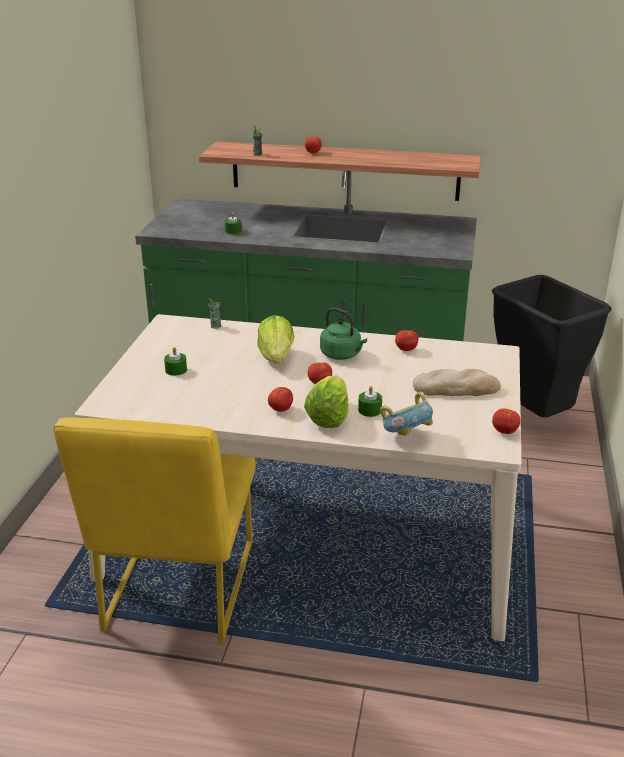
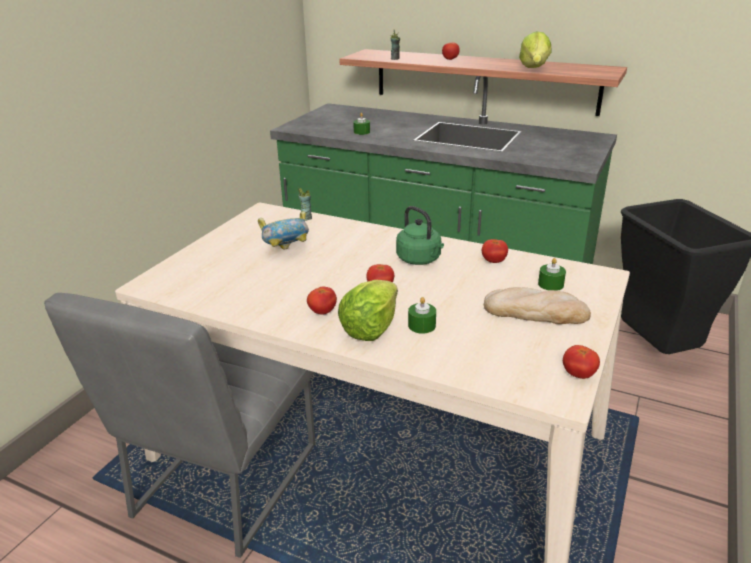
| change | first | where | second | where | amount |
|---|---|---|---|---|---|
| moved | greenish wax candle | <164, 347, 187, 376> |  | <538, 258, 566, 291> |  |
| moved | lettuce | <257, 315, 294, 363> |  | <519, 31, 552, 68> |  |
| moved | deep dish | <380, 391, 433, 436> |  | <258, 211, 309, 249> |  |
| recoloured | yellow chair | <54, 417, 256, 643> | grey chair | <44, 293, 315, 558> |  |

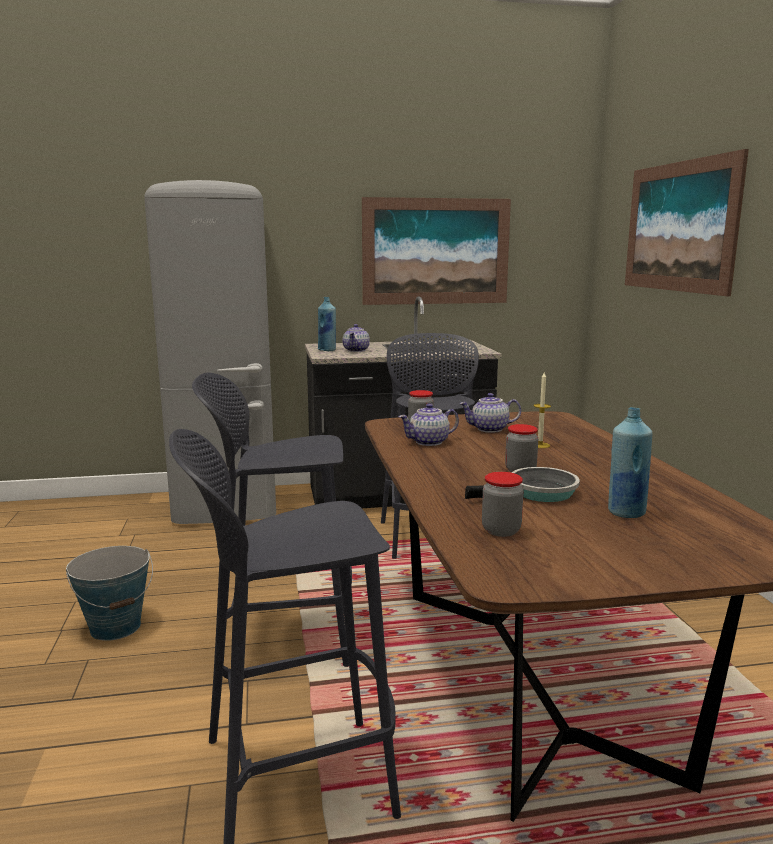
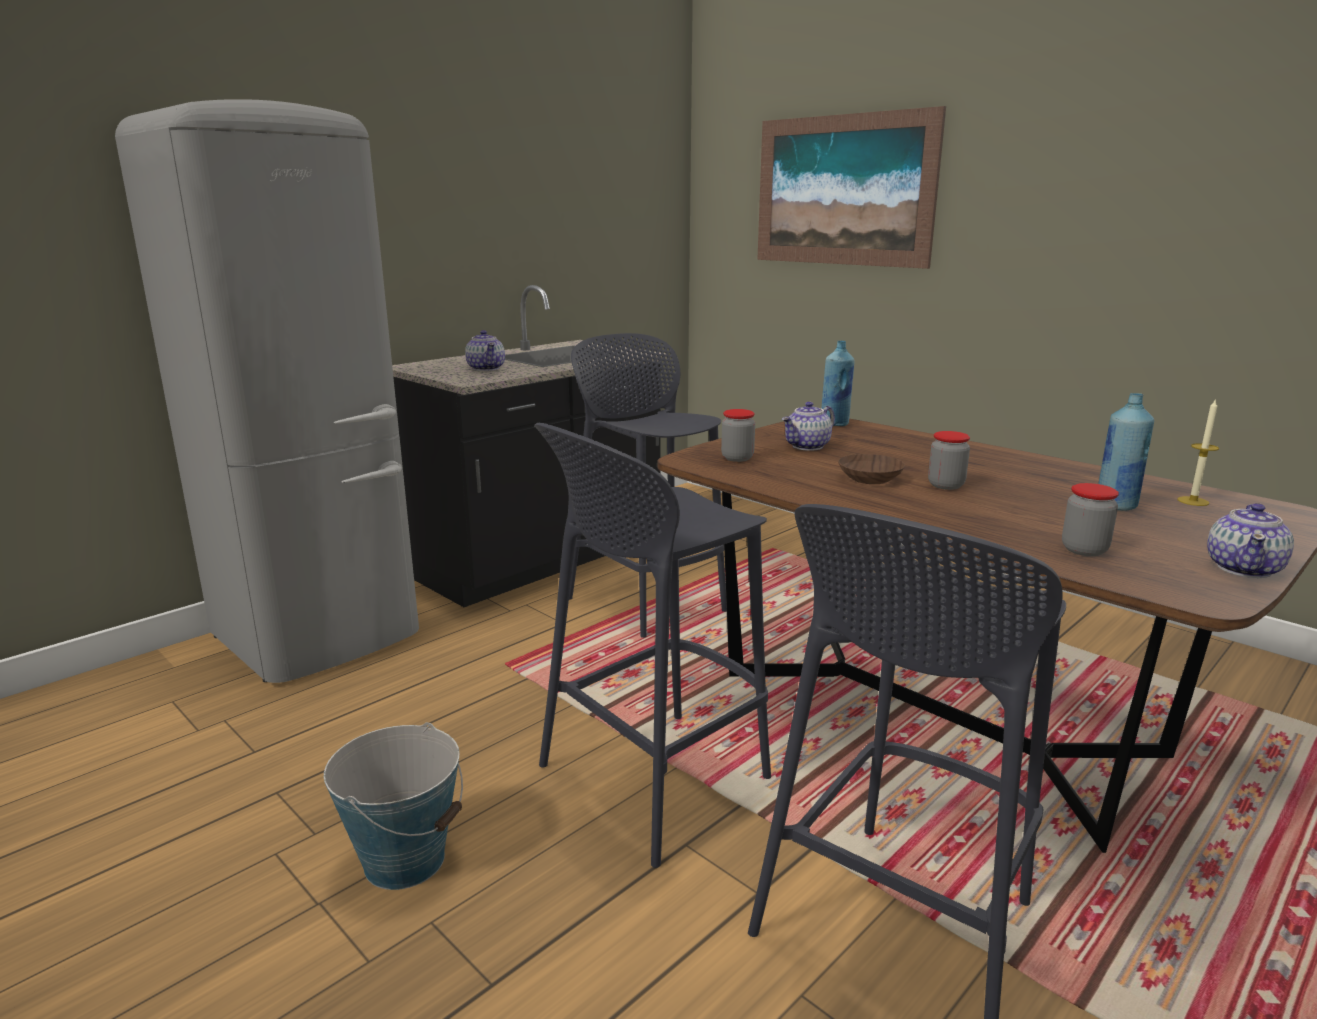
| change | first | where | second | where | amount |
|---|---|---|---|---|---|
| removed | wall picture | <362, 197, 511, 305> |  |  |  |
| removed | frying pan | <465, 467, 580, 502> |  |  |  |
| added |  |  | brown-coloured deep dish | <838, 454, 905, 484> |  |
| moved | blue drink bottle | <318, 297, 336, 351> |  | <821, 341, 855, 426> |  |
| moved | teapot | <399, 403, 459, 446> |  | <1207, 503, 1294, 578> |  |
| moved | wax candle | <534, 372, 551, 448> |  | <1177, 399, 1219, 506> |  |

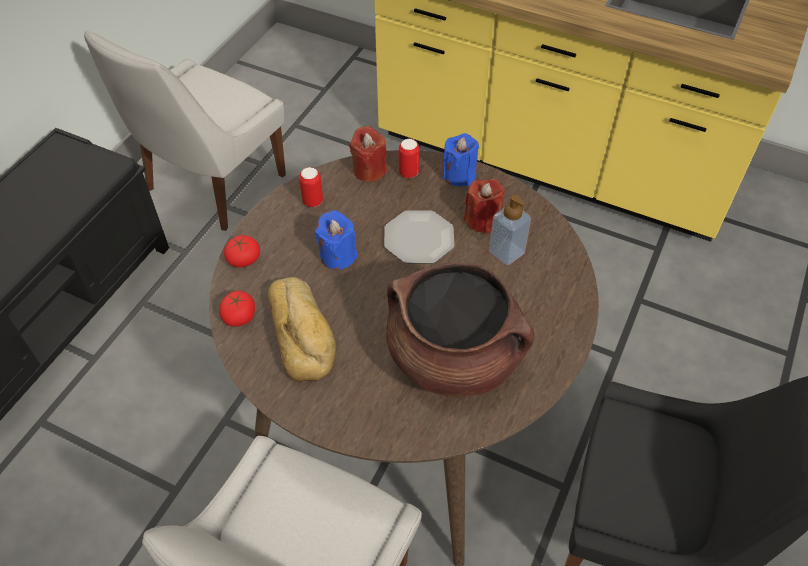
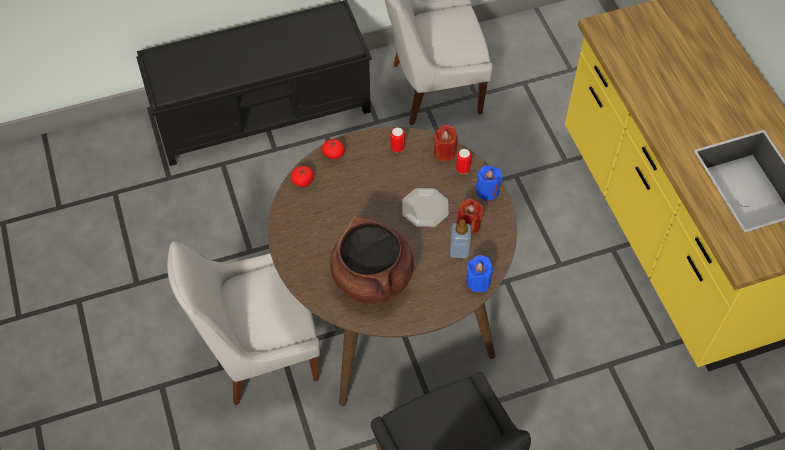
| change | first | where | second | where | amount |
|---|---|---|---|---|---|
| removed | bread | <268, 277, 336, 381> |  |  |  |
| moved | blue wax candle | <315, 210, 357, 270> |  | <466, 255, 493, 293> |  |

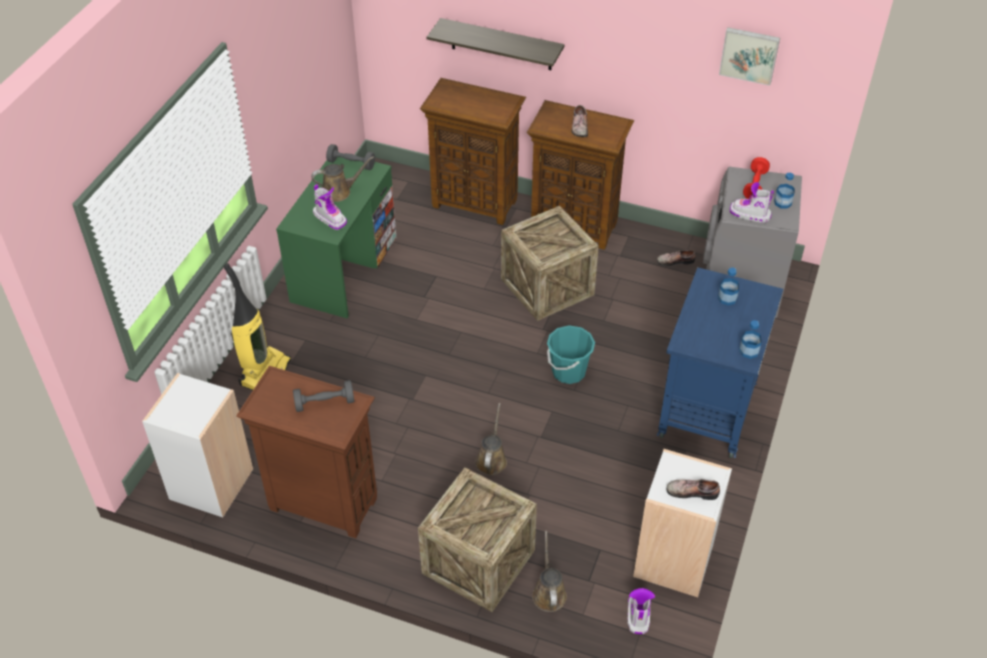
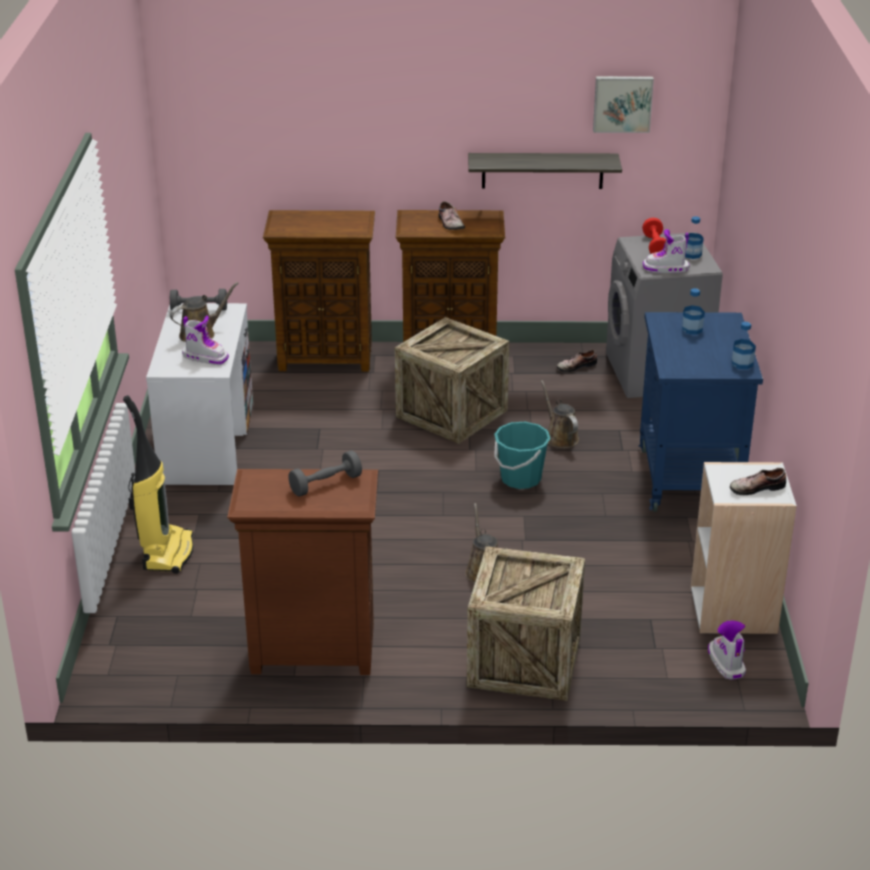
| change | first | where | second | where | amount |
|---|---|---|---|---|---|
| removed | bookshelf | <142, 373, 253, 517> |  |  |  |
| moved | wall shelf | <427, 18, 565, 70> |  | <468, 153, 622, 189> |  |
| moved | brown-coloured watering can | <532, 531, 567, 612> |  | <541, 380, 579, 448> |  |
| recoloured | greenish desk unit | <276, 157, 397, 318> | white desk unit | <146, 303, 253, 485> |  |

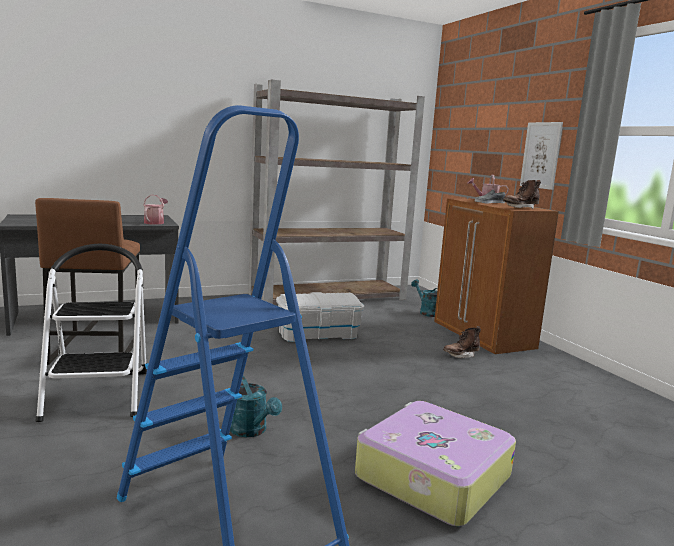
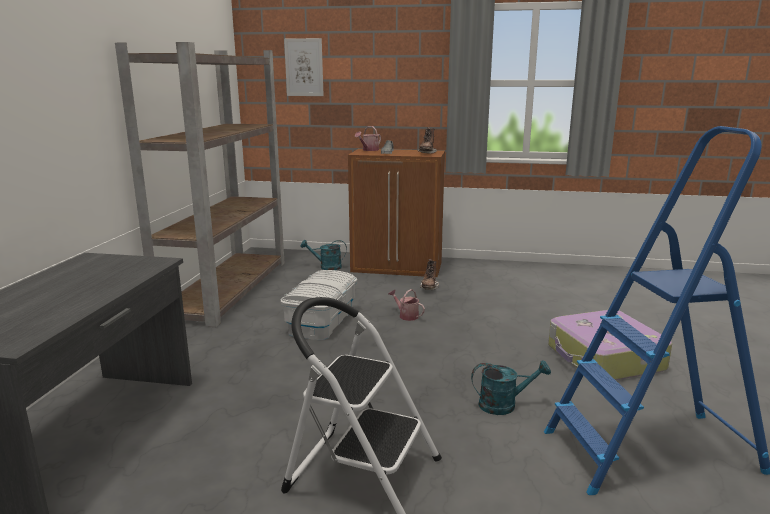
| change | first | where | second | where | amount |
|---|---|---|---|---|---|
| removed | brown-coloured stool | <35, 198, 140, 365> |  |  |  |
| moved | watering can | <143, 195, 168, 225> |  | <389, 289, 425, 321> |  |
| moved | wall picture | <520, 122, 563, 190> |  | <284, 38, 324, 96> |  |

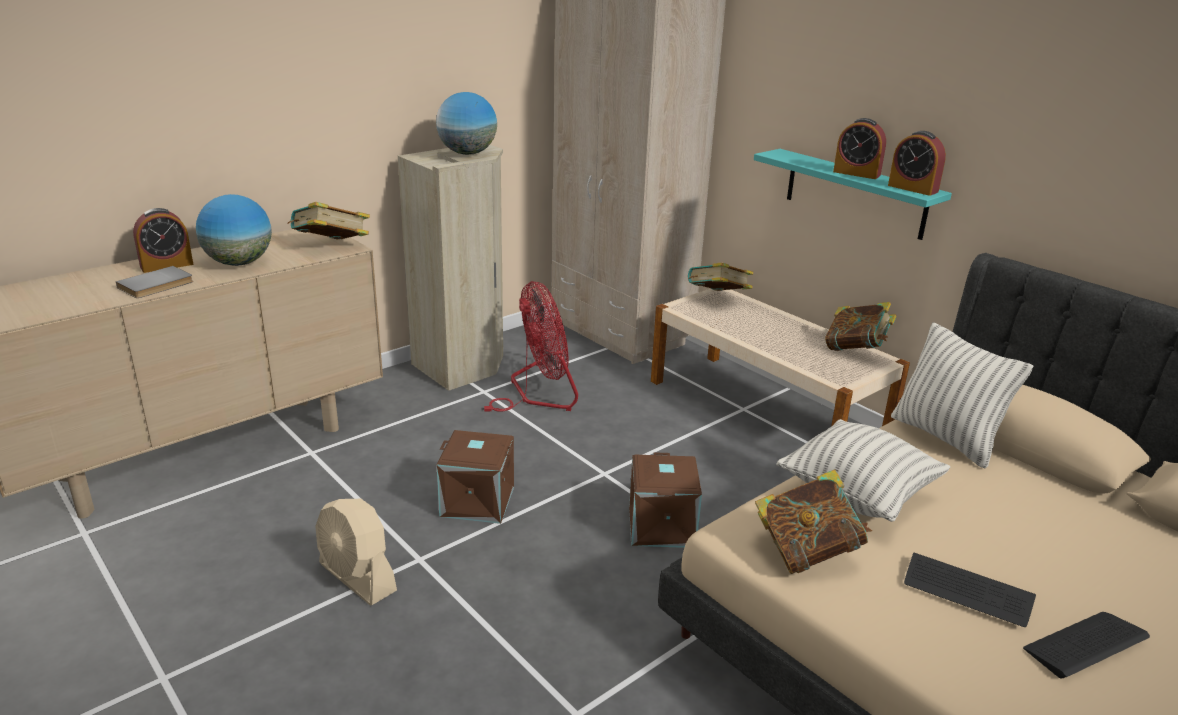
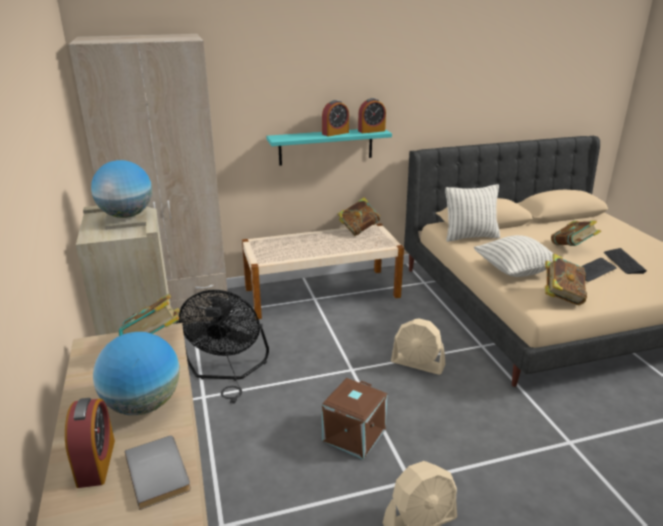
| change | first | where | second | where | amount |
|---|---|---|---|---|---|
| moved | volume | <688, 262, 753, 291> |  | <551, 221, 601, 246> |  |
| replaced | brown-coloured storage bin | <629, 452, 702, 548> | beige-coloured fan | <391, 318, 446, 375> |  |
| recoloured | reddish fan | <483, 281, 578, 412> | black-coloured fan | <176, 290, 269, 404> |  |

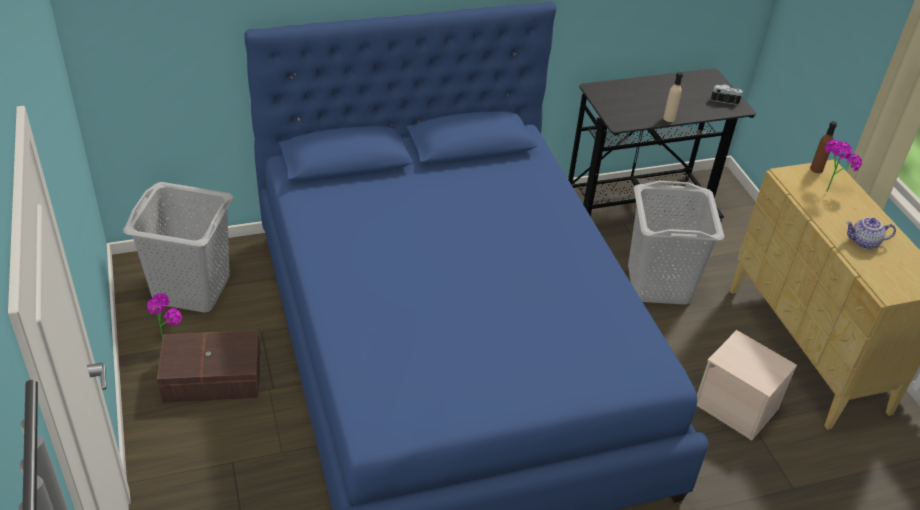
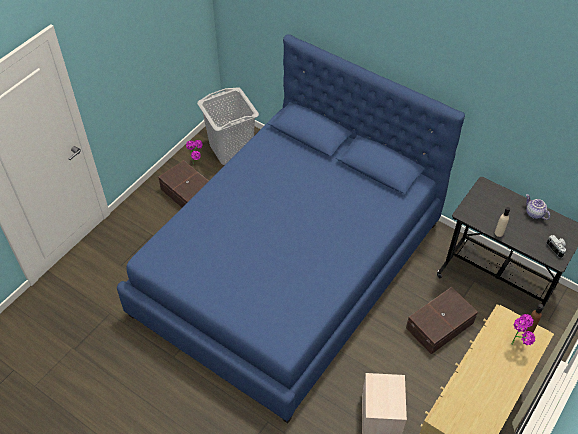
| change | first | where | second | where | amount |
|---|---|---|---|---|---|
| moved | teapot | <846, 217, 896, 249> |  | <526, 194, 550, 220> |  |
| replaced | grey hamper | <628, 181, 724, 305> | brown-coloured storage bin | <406, 287, 478, 354> |  |

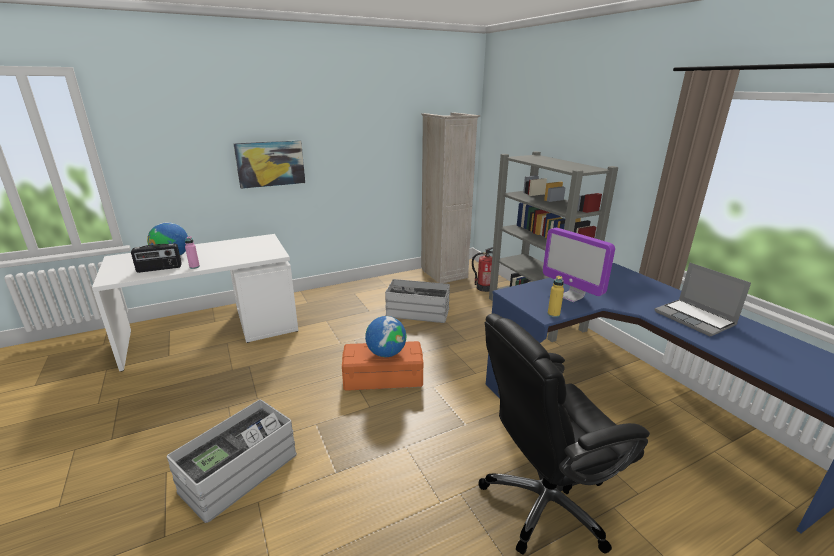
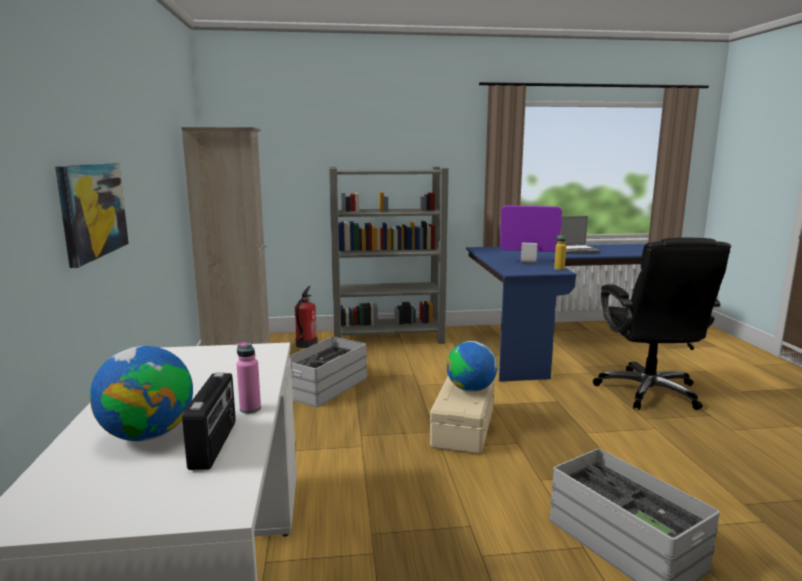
| change | first | where | second | where | amount |
|---|---|---|---|---|---|
| recoloured | orangey storage bin | <342, 341, 423, 391> | beige-coloured storage bin | <430, 376, 494, 454> |  |
| turned | monitor | <543, 228, 615, 302> |  | <500, 206, 562, 264> | 150 degrees counterclockwise |

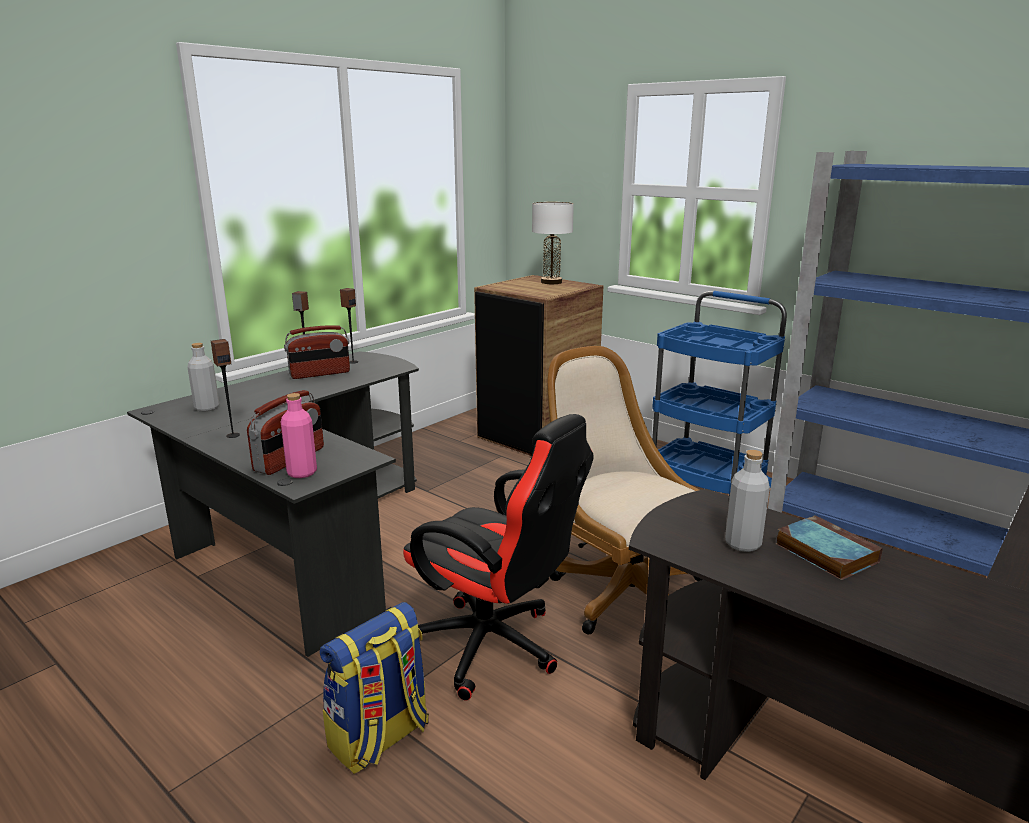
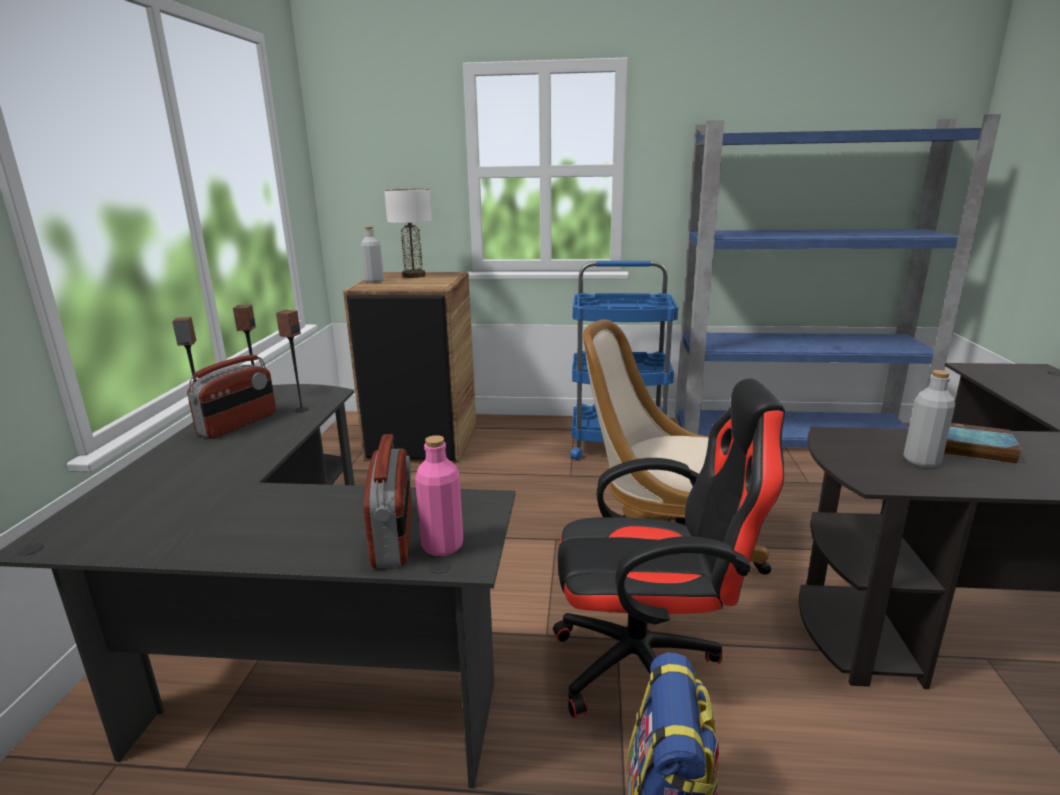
| change | first | where | second | where | amount |
|---|---|---|---|---|---|
| moved | grey drink bottle | <187, 343, 219, 412> |  | <361, 226, 384, 283> |  |
| moved | speaker | <211, 339, 240, 438> |  | <276, 310, 309, 412> |  |

